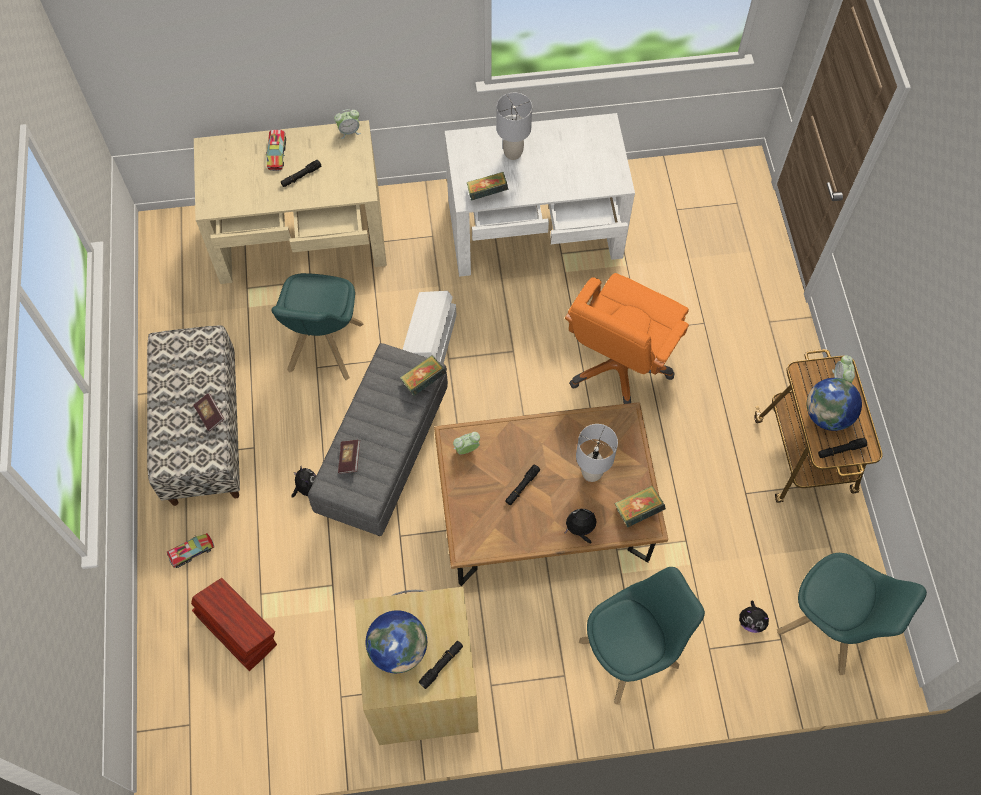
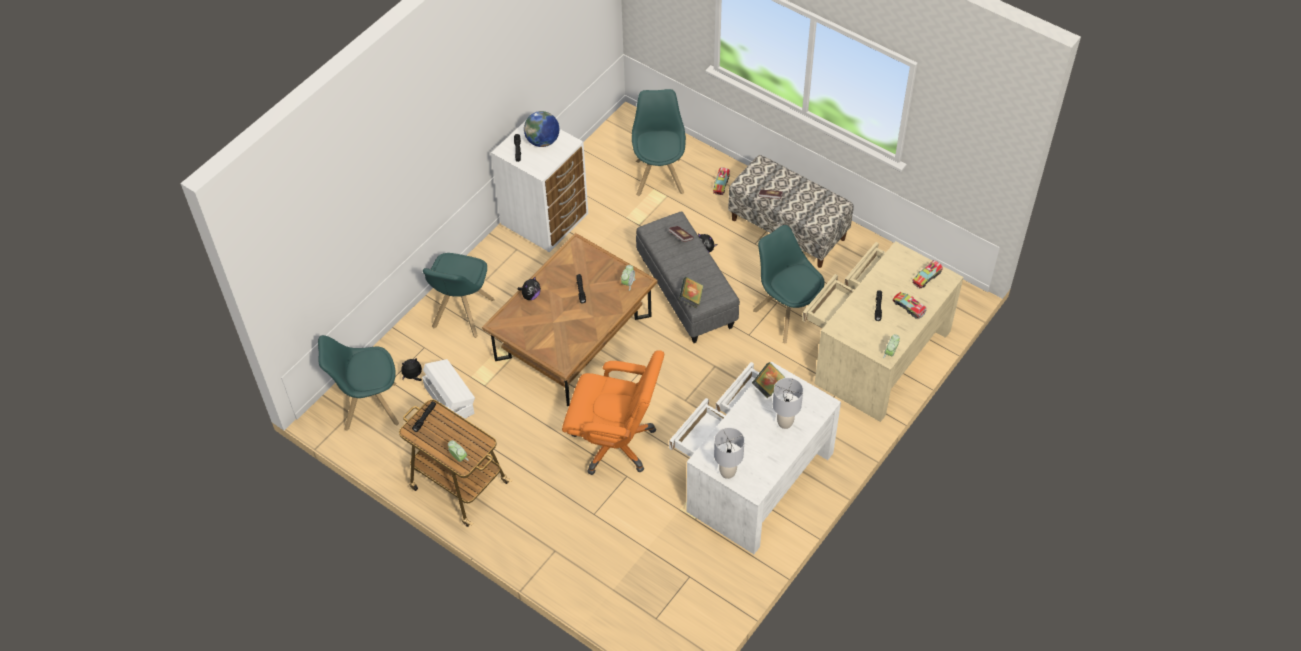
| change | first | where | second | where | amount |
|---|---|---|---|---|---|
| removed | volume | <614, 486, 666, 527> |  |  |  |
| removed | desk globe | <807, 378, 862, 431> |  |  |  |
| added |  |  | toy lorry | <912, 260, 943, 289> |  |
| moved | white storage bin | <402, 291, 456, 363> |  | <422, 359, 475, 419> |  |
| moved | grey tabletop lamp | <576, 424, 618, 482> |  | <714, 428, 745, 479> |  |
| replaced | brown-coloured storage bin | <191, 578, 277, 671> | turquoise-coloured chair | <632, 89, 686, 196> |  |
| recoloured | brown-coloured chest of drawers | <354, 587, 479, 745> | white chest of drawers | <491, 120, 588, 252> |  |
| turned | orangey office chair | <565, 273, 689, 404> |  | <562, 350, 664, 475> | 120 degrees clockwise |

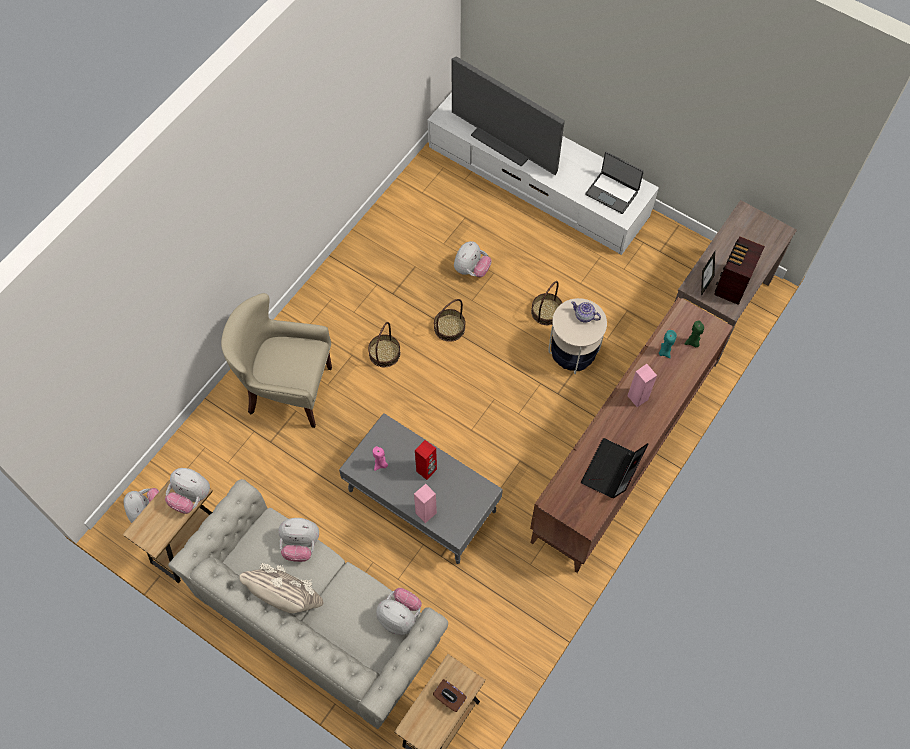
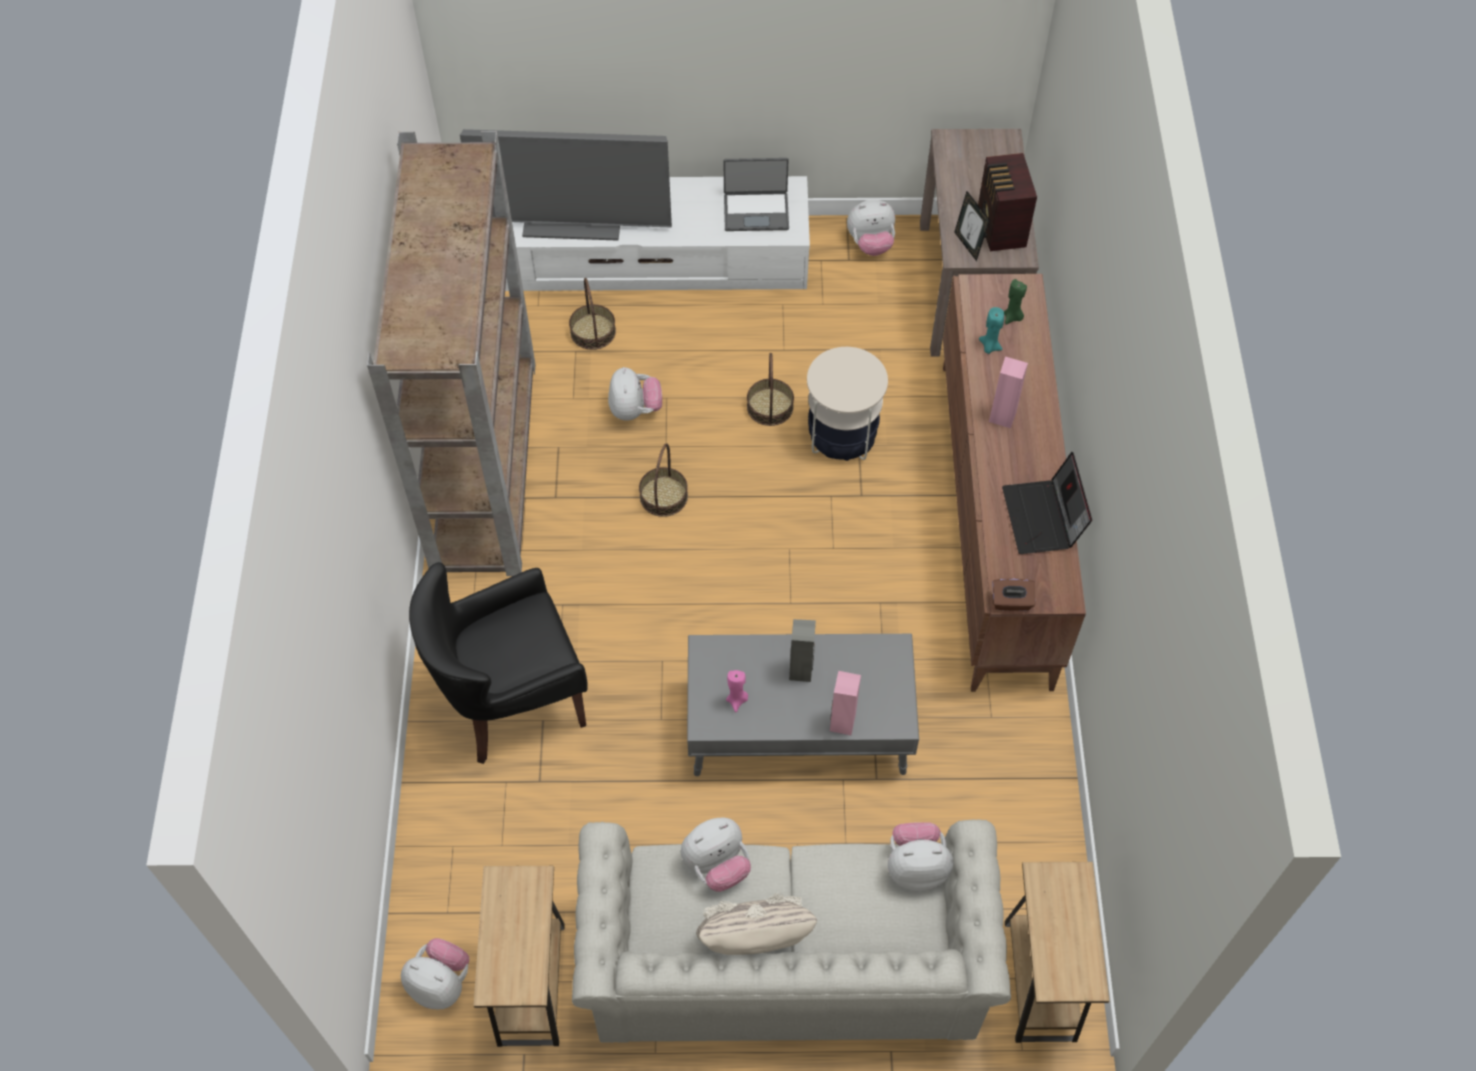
| change | first | where | second | where | amount |
|---|---|---|---|---|---|
| removed | teapot | <571, 301, 601, 323> |  |  |  |
| added |  |  | brown-coloured bookshelf | <367, 131, 535, 576> |  |
| moved | soft toy | <165, 468, 210, 514> |  | <847, 199, 895, 256> |  |
| moved | household basket | <368, 322, 401, 367> |  | <569, 278, 616, 350> |  |
| moved | brown-coloured box of tissues | <433, 679, 467, 712> |  | <992, 579, 1035, 611> |  |
| recoloured | beige-coloured armchair | <221, 293, 332, 428> | black-coloured armchair | <409, 562, 588, 764> |  |
| recoloured | reddish speaker | <415, 440, 437, 480> | grey speaker | <789, 619, 816, 682> |  |

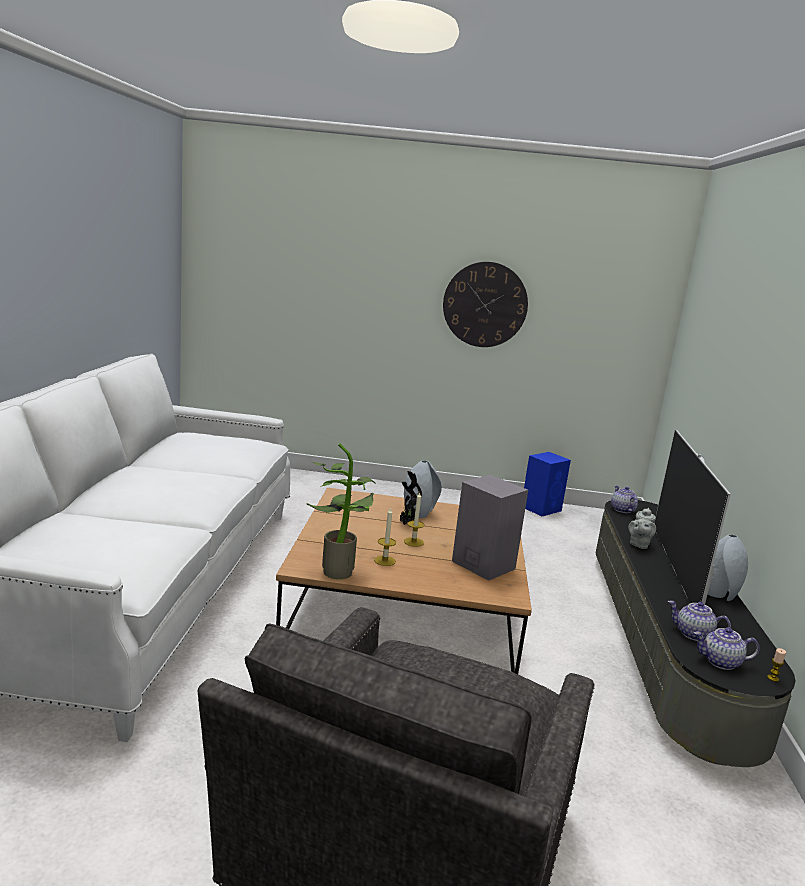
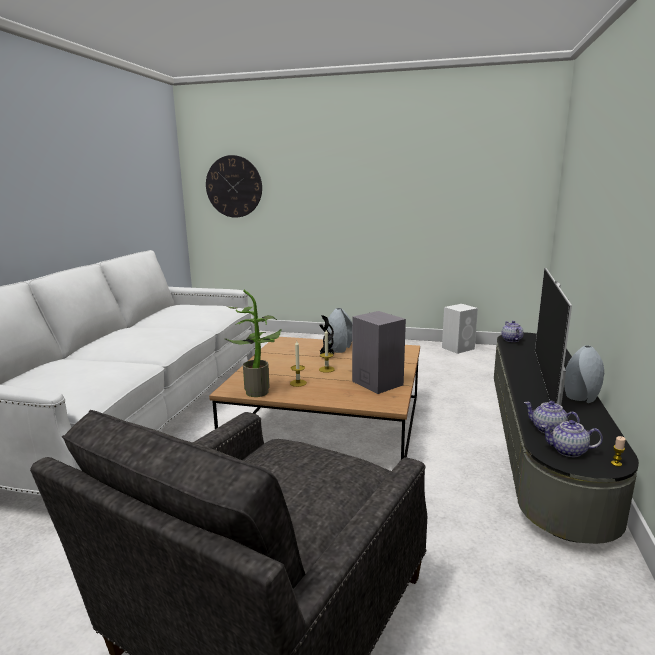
| change | first | where | second | where | amount |
|---|---|---|---|---|---|
| removed | grey teapot | <628, 507, 656, 549> |  |  |  |
| moved | wall clock | <443, 262, 528, 347> |  | <206, 155, 262, 218> |  |
| recoloured | blue speaker | <524, 452, 571, 516> | white speaker | <442, 304, 478, 354> |  |

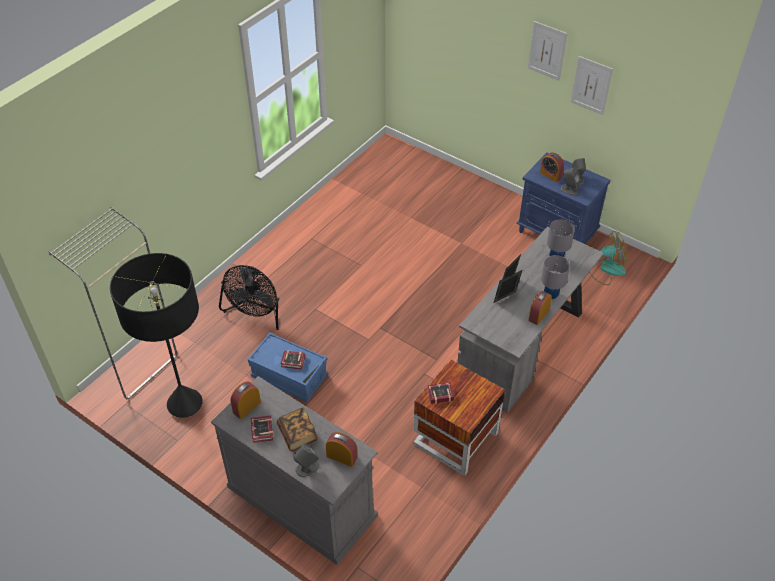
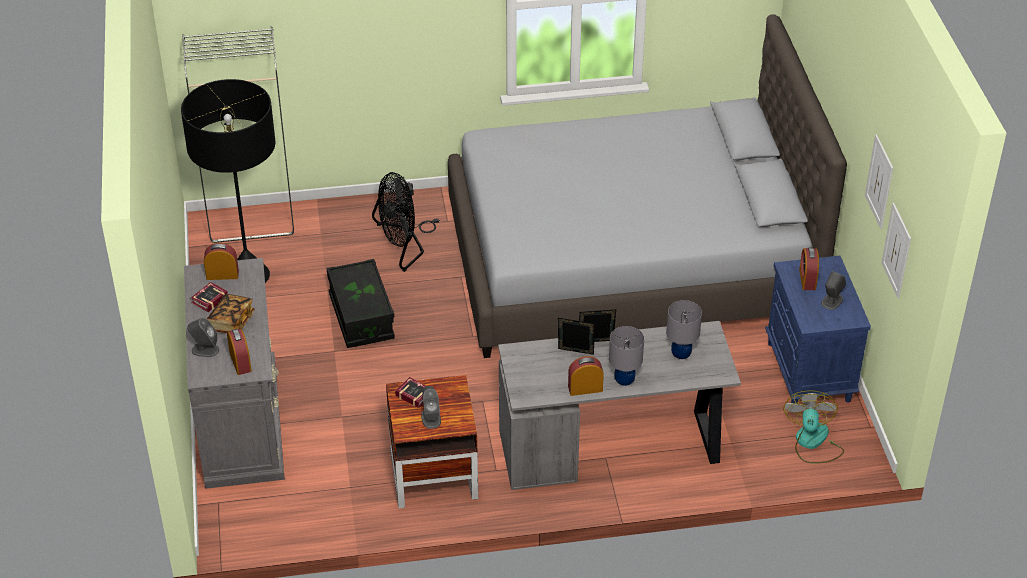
| change | first | where | second | where | amount |
|---|---|---|---|---|---|
| removed | volume | <281, 350, 306, 370> |  |  |  |
| added |  |  | grey bed | <448, 14, 847, 358> |  |
| moved | wall picture | <528, 21, 567, 81> |  | <881, 203, 911, 299> |  |
| moved | grey speaker | <561, 168, 581, 195> |  | <421, 386, 441, 429> |  |
| recoloured | blue storage bin | <248, 332, 327, 402> | black-coloured storage bin | <327, 259, 395, 348> |  |
| turned | fan | <589, 231, 627, 285> |  | <783, 390, 844, 463> | 120 degrees counterclockwise |

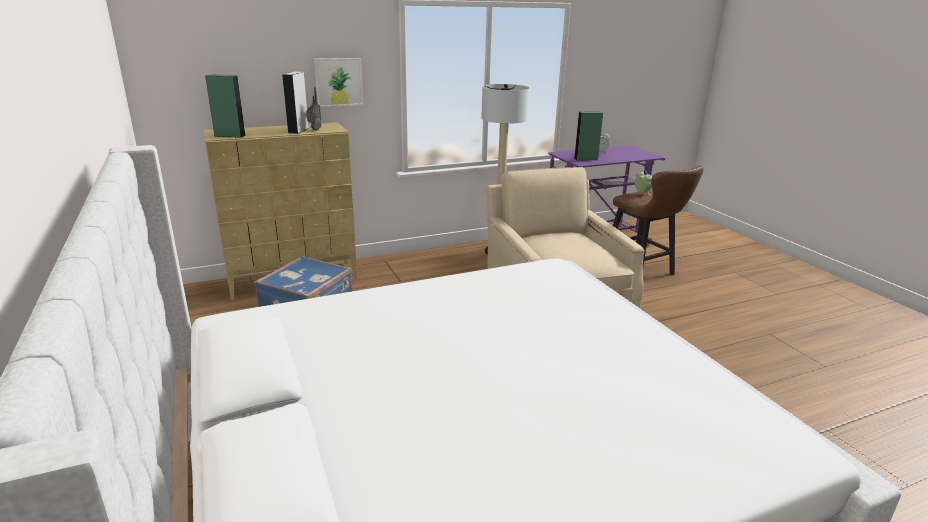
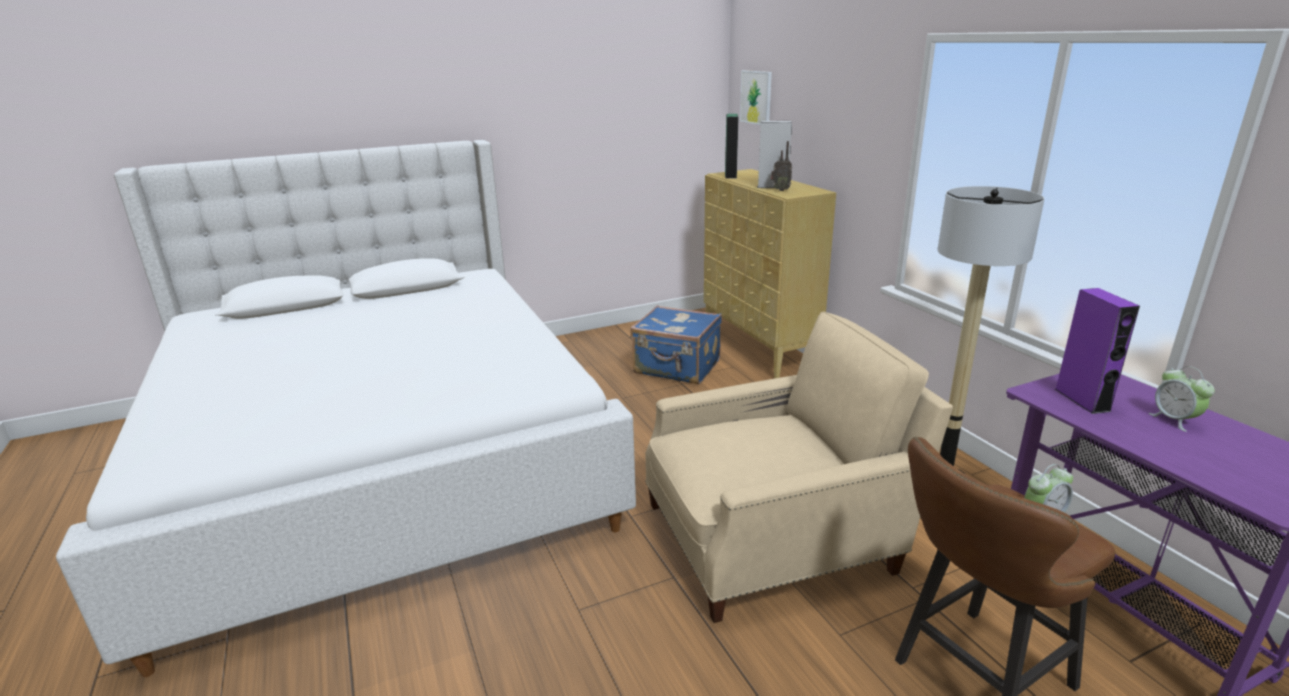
| change | first | where | second | where | amount |
|---|---|---|---|---|---|
| moved | wall picture | <314, 58, 363, 107> |  | <740, 70, 772, 125> |  |
| recoloured | greenish speaker | <574, 111, 603, 161> | purple speaker | <1055, 288, 1140, 414> |  |

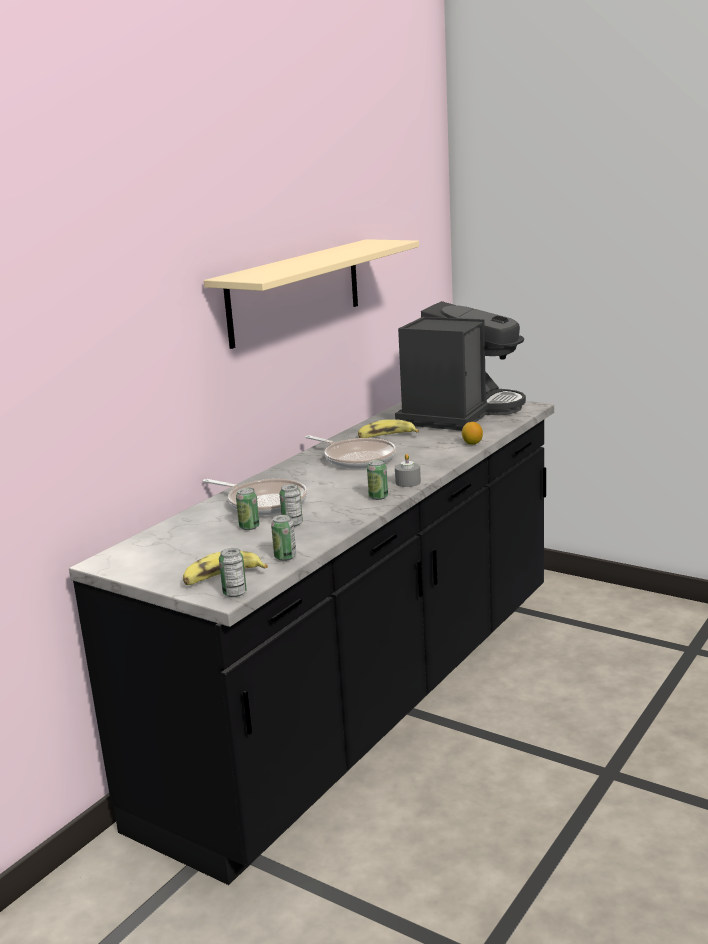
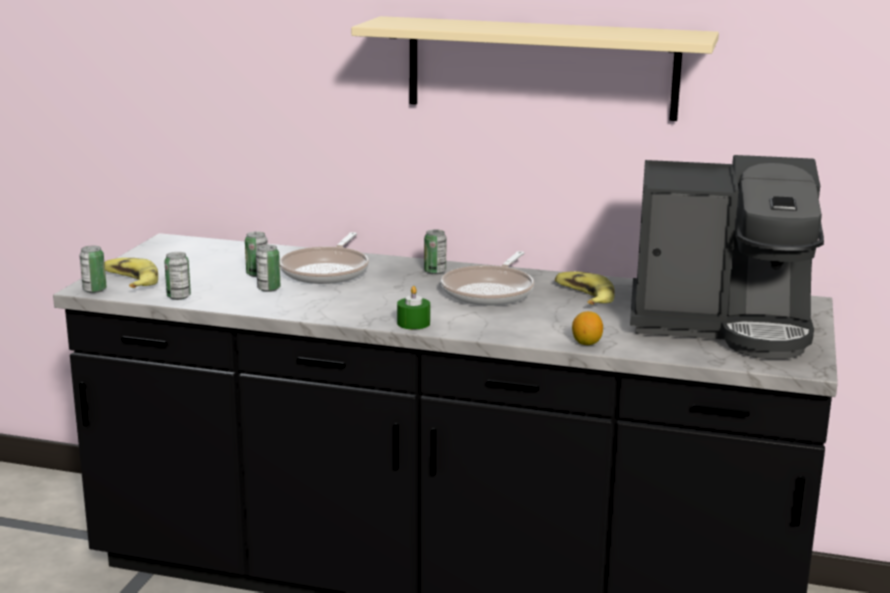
| change | first | where | second | where | amount |
|---|---|---|---|---|---|
| moved | metal can | <367, 460, 388, 500> |  | <424, 229, 447, 275> |  |
| recoloured | grey wax candle | <395, 454, 421, 487> | greenish wax candle | <397, 286, 430, 330> |  |

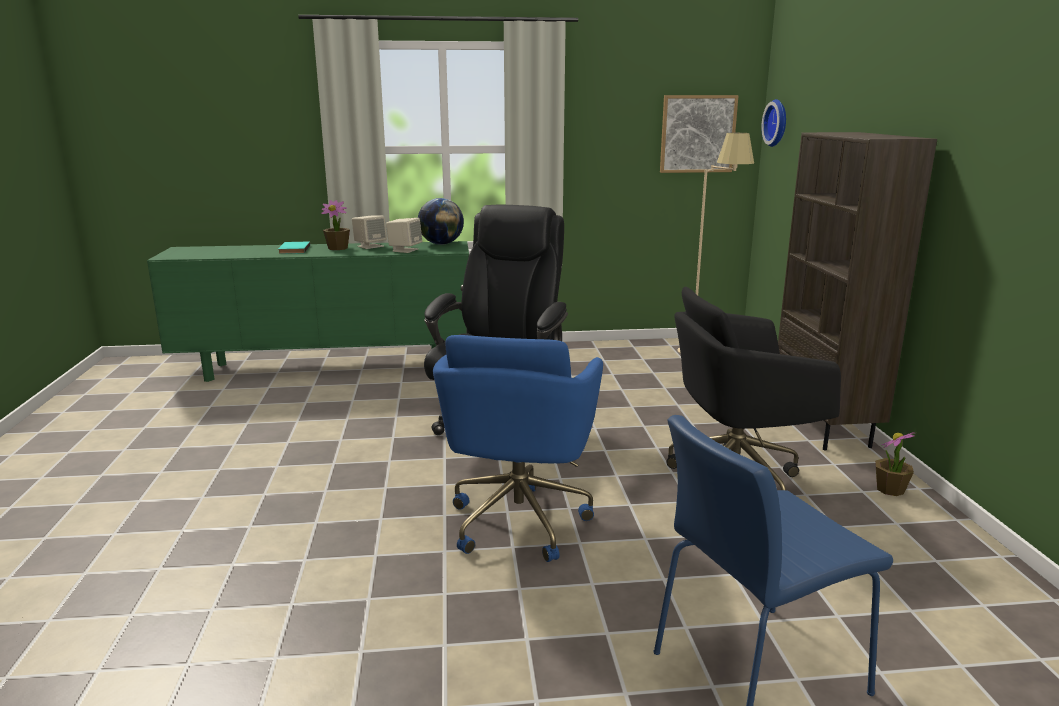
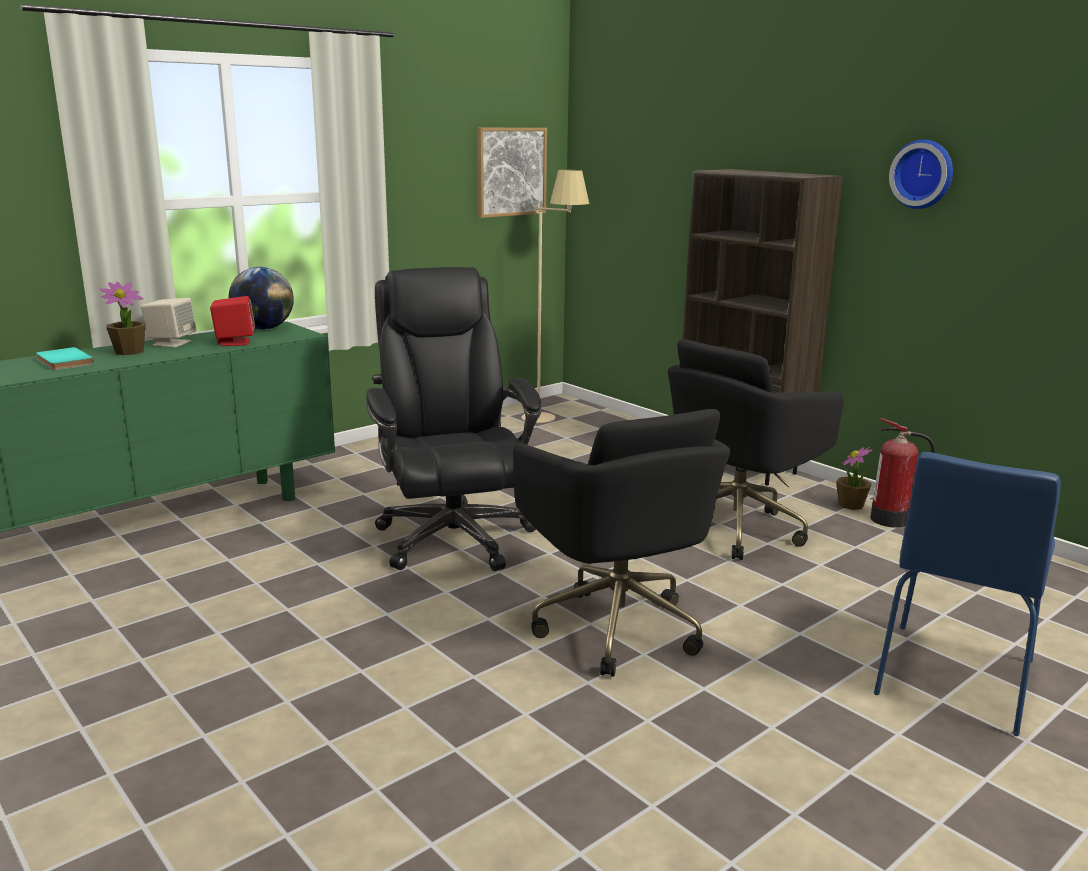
| change | first | where | second | where | amount |
|---|---|---|---|---|---|
| added |  |  | fire-fighting cylinder | <870, 418, 935, 528> |  |
| moved | wall clock | <761, 99, 786, 147> |  | <889, 139, 953, 209> |  |
| recoloured | beige-coloured speaker | <386, 218, 422, 253> | reddish speaker | <210, 296, 255, 346> |  |
| recoloured | blue office chair | <433, 335, 603, 562> | black-coloured office chair | <513, 409, 730, 677> |  |

